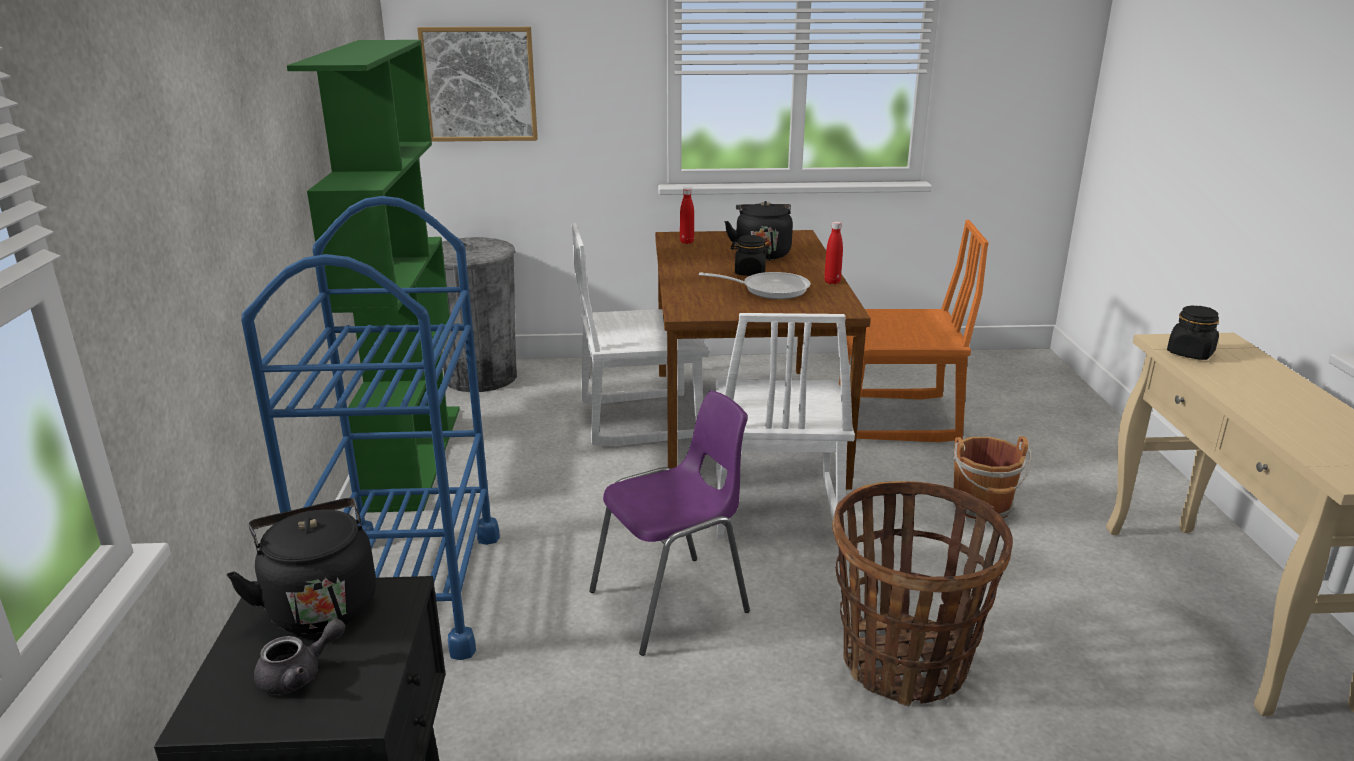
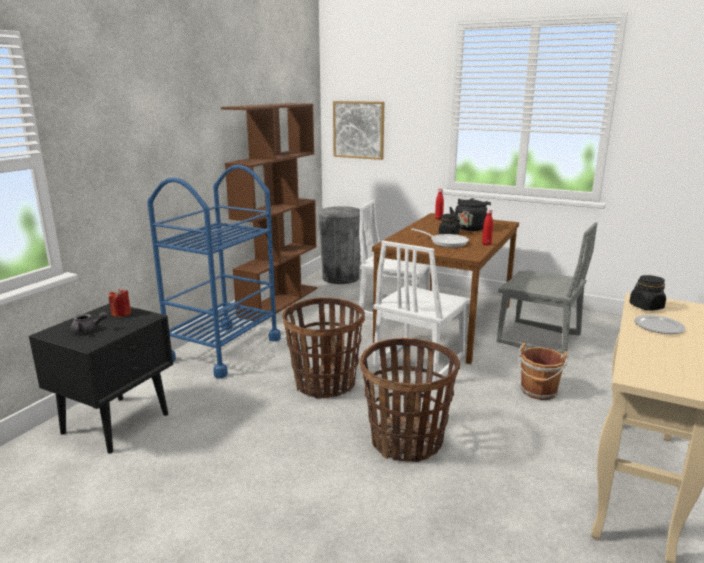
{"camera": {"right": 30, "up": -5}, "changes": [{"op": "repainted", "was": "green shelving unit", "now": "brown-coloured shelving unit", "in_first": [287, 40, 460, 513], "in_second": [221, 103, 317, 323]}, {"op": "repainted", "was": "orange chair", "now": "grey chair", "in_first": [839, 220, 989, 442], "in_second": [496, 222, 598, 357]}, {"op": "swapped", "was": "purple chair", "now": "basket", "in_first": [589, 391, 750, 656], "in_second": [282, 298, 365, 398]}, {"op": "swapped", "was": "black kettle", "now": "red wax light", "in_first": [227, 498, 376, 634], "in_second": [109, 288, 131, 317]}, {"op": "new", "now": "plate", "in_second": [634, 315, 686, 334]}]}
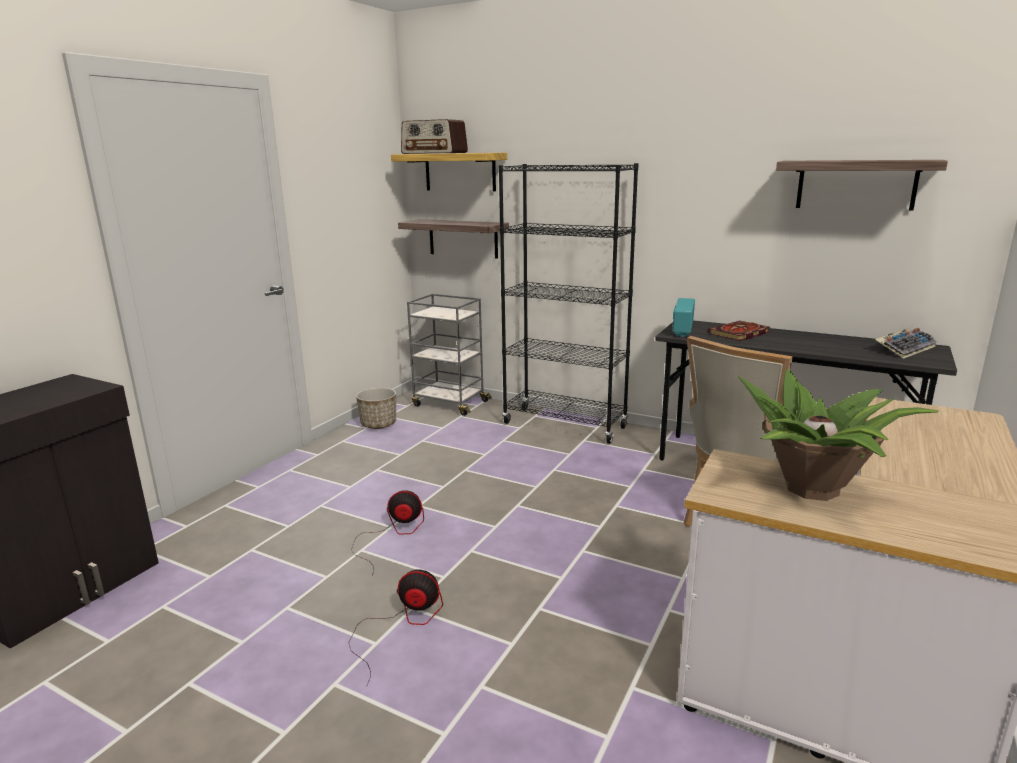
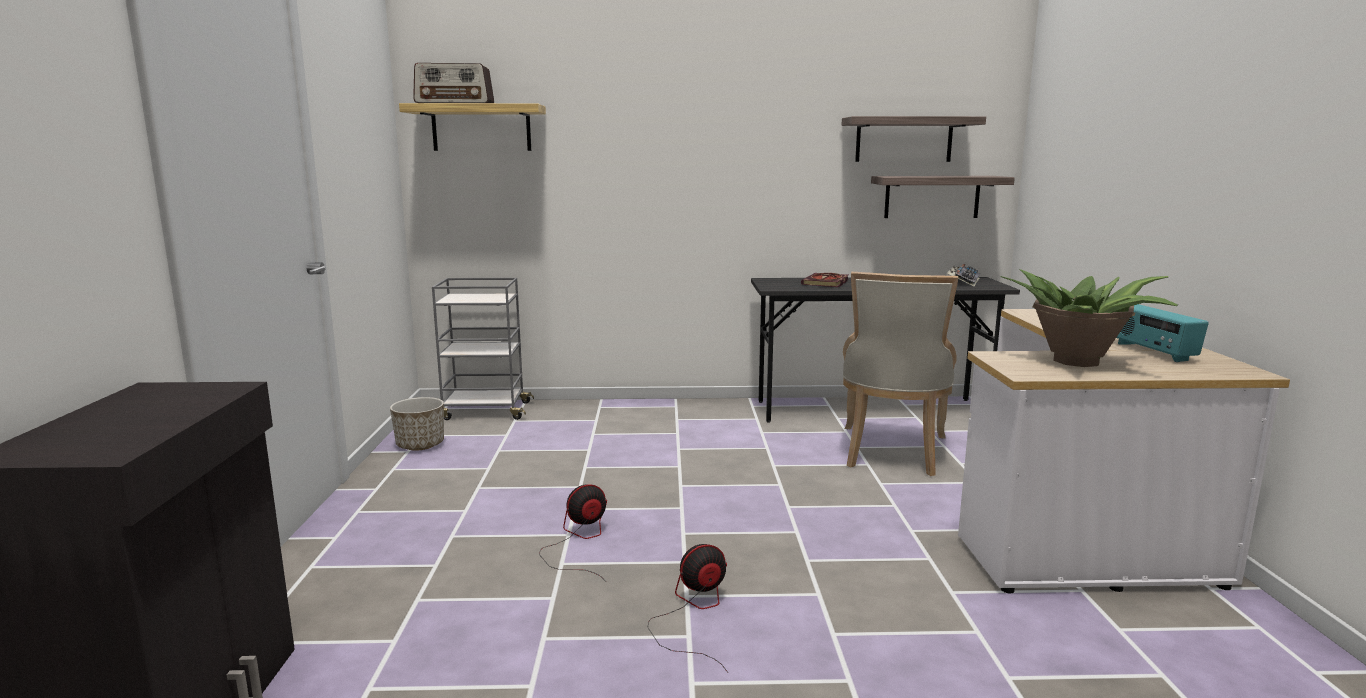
{"camera": {"right": -30, "up": -5}, "changes": [{"op": "gone", "was": "black shelving unit", "in_first": [498, 163, 639, 444]}, {"op": "shifted", "was": "wall shelf", "in_first": [398, 219, 509, 259], "in_second": [871, 176, 1015, 218]}, {"op": "shifted", "was": "radio receiver", "in_first": [672, 298, 695, 337], "in_second": [1116, 304, 1209, 362]}]}
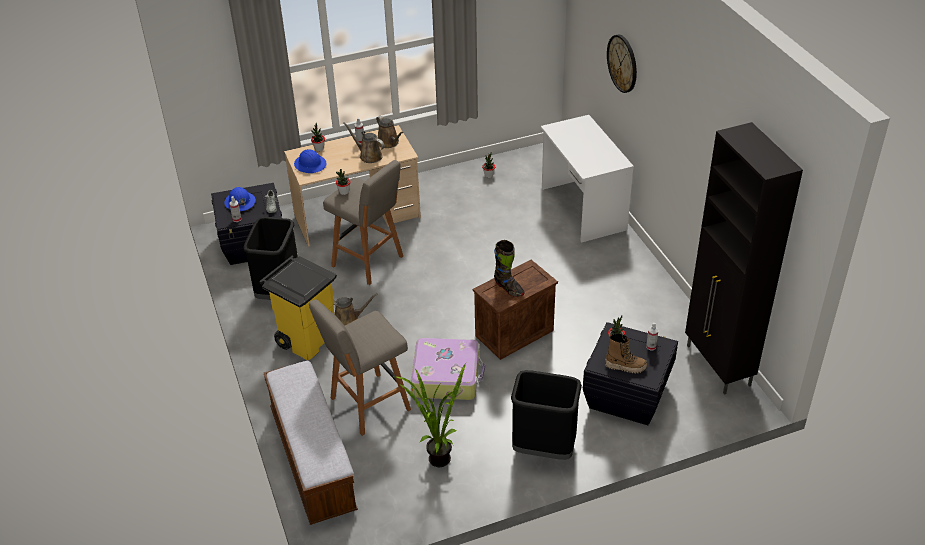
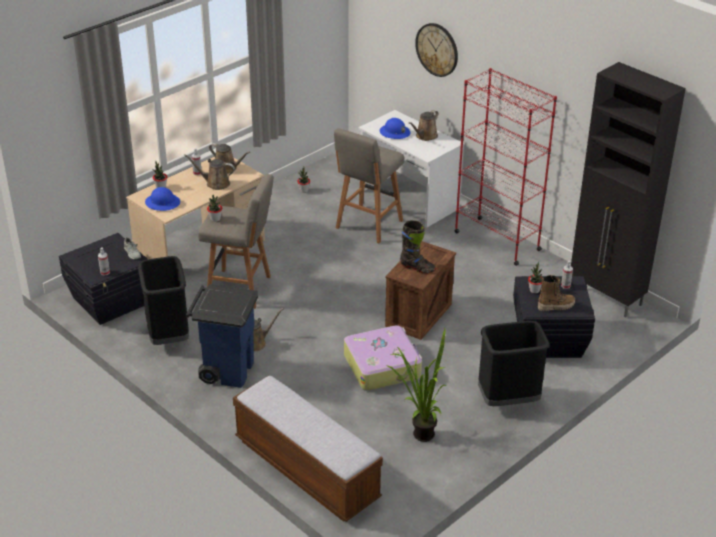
{"camera": {"right": -25, "up": -5}, "changes": [{"op": "shifted", "was": "bluish work helmet", "in_first": [224, 187, 256, 211], "in_second": [380, 118, 411, 139]}, {"op": "repainted", "was": "yellow waste bin", "now": "bluish waste bin", "in_first": [259, 256, 337, 360], "in_second": [186, 284, 258, 388]}, {"op": "shifted", "was": "grey stool seat", "in_first": [309, 299, 411, 436], "in_second": [334, 128, 404, 243]}, {"op": "new", "now": "red shelving unit", "in_second": [455, 68, 557, 266]}, {"op": "new", "now": "brown-coloured watering can", "in_second": [409, 110, 438, 141]}]}
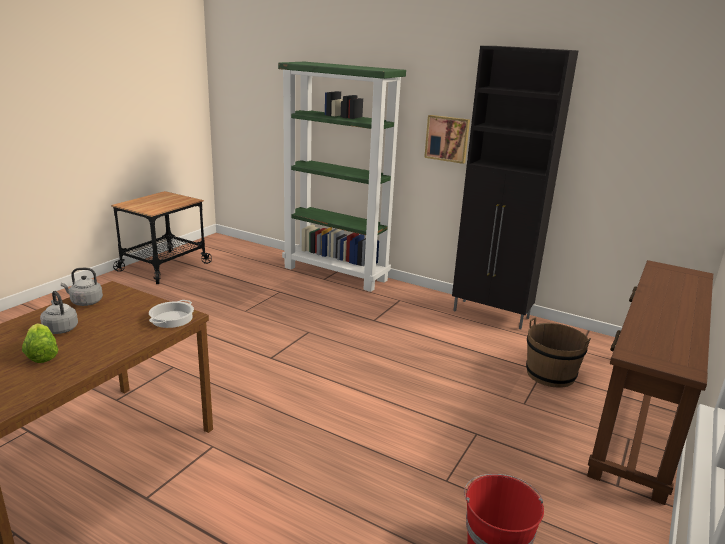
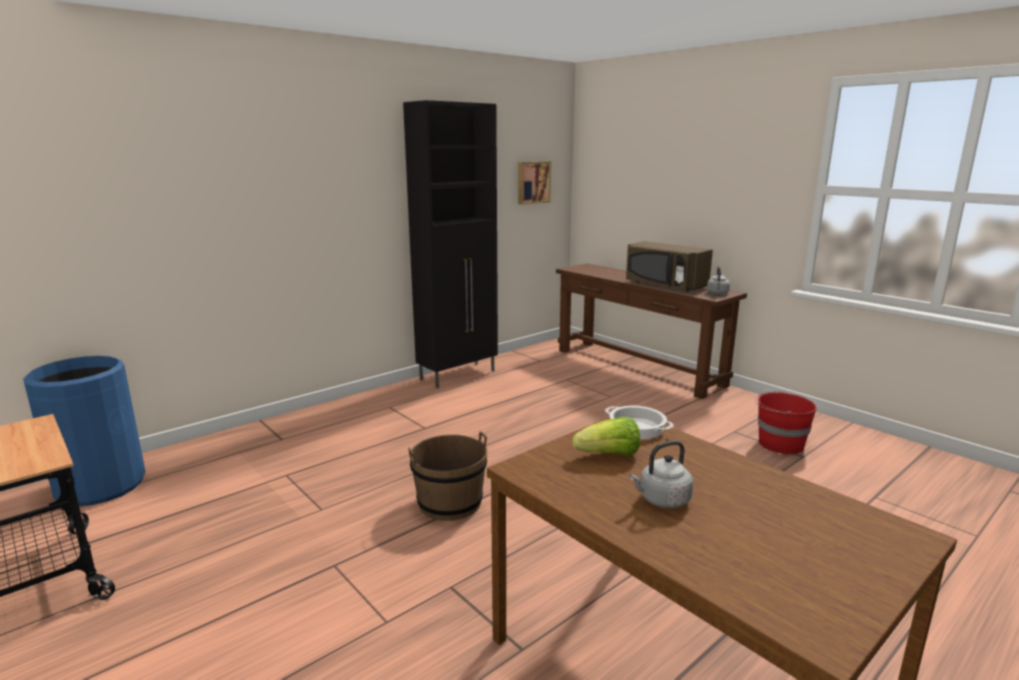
{"camera": {"right": -70, "up": -5}, "changes": [{"op": "gone", "was": "green shelving unit", "in_first": [278, 62, 406, 292]}, {"op": "shifted", "was": "wall picture", "in_first": [424, 115, 470, 164], "in_second": [518, 161, 551, 205]}, {"op": "shifted", "was": "grey kettle", "in_first": [61, 268, 103, 306], "in_second": [707, 266, 730, 294]}, {"op": "shifted", "was": "brown-coloured bucket", "in_first": [526, 317, 591, 388], "in_second": [408, 431, 487, 521]}, {"op": "shifted", "was": "lettuce head", "in_first": [22, 323, 59, 363], "in_second": [572, 417, 640, 456]}, {"op": "new", "now": "brown-coloured microwave oven", "in_second": [626, 241, 713, 291]}, {"op": "new", "now": "bluish waste bin", "in_second": [23, 356, 146, 506]}]}
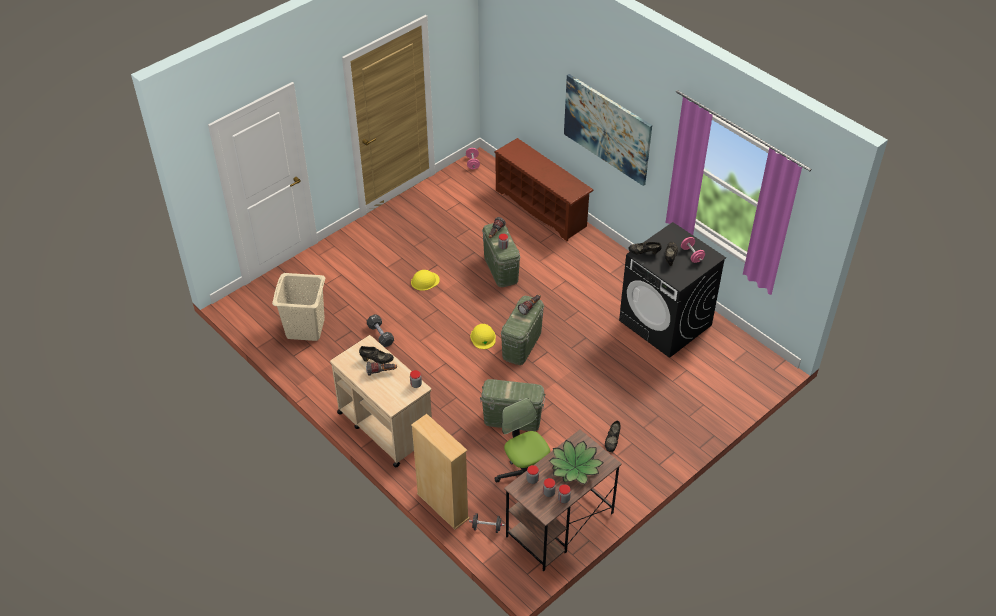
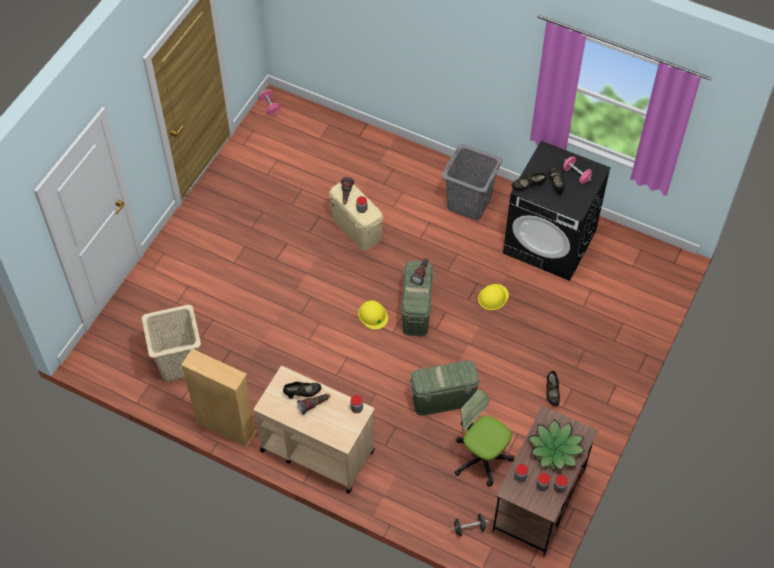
{"camera": {"right": -20, "up": 10}, "changes": [{"op": "gone", "was": "wall picture", "in_first": [564, 74, 652, 186]}, {"op": "gone", "was": "brown-coloured shoe stand", "in_first": [494, 138, 594, 241]}, {"op": "repainted", "was": "green storage box", "now": "beige storage box", "in_first": [482, 223, 520, 287], "in_second": [329, 182, 383, 250]}, {"op": "shifted", "was": "yellow work helmet", "in_first": [411, 270, 440, 291], "in_second": [478, 284, 509, 310]}, {"op": "gone", "was": "black hand weight", "in_first": [367, 314, 394, 347]}, {"op": "shifted", "was": "beige shelving unit", "in_first": [411, 414, 470, 530], "in_second": [181, 349, 257, 447]}, {"op": "new", "now": "grey hamper", "in_second": [442, 144, 503, 220]}]}
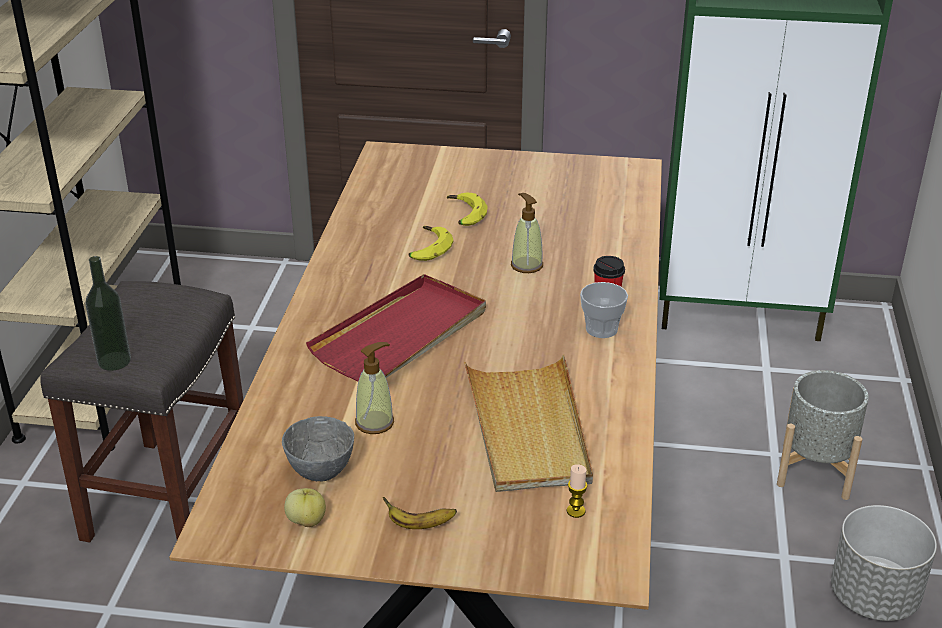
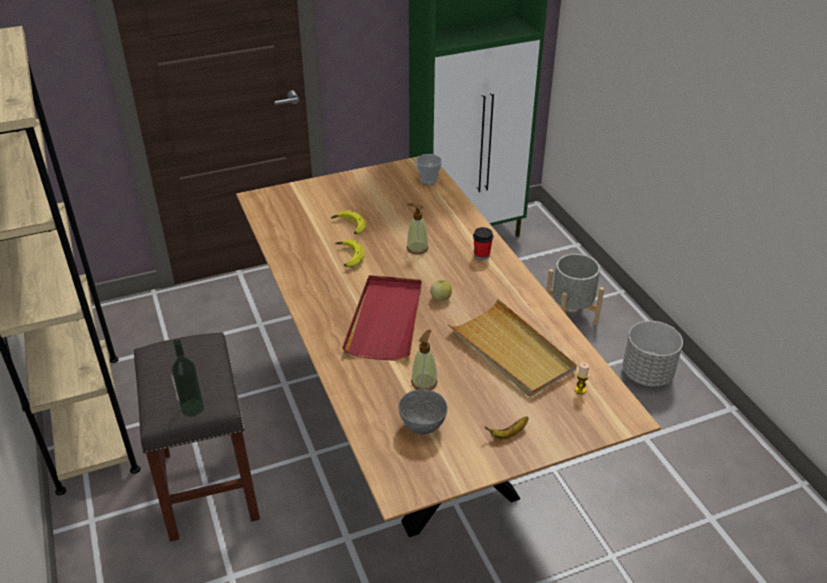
{"camera": {"right": -30, "up": 5}, "changes": [{"op": "shifted", "was": "drinking cup", "in_first": [580, 282, 628, 338], "in_second": [416, 154, 442, 185]}, {"op": "shifted", "was": "apple", "in_first": [284, 488, 326, 527], "in_second": [430, 280, 452, 300]}]}
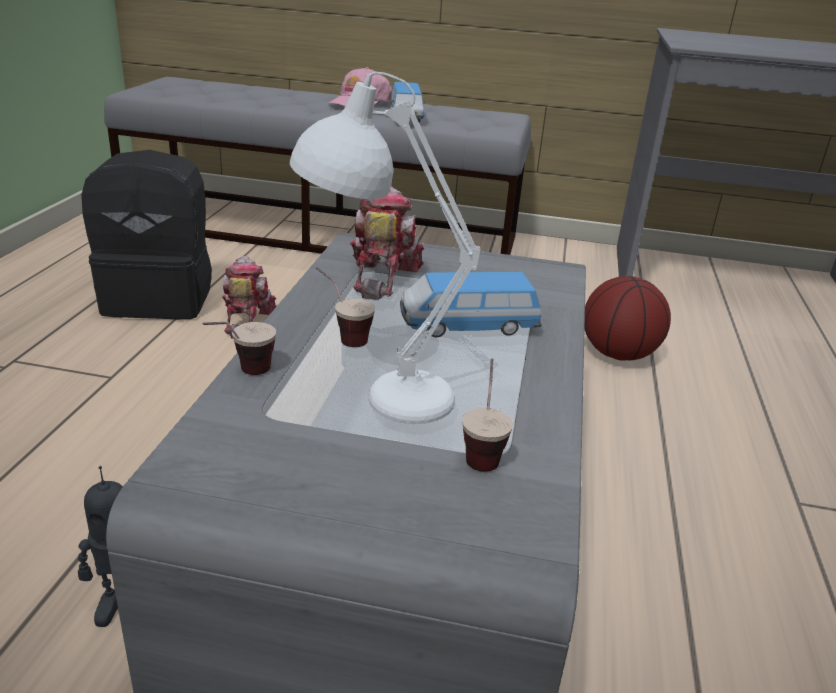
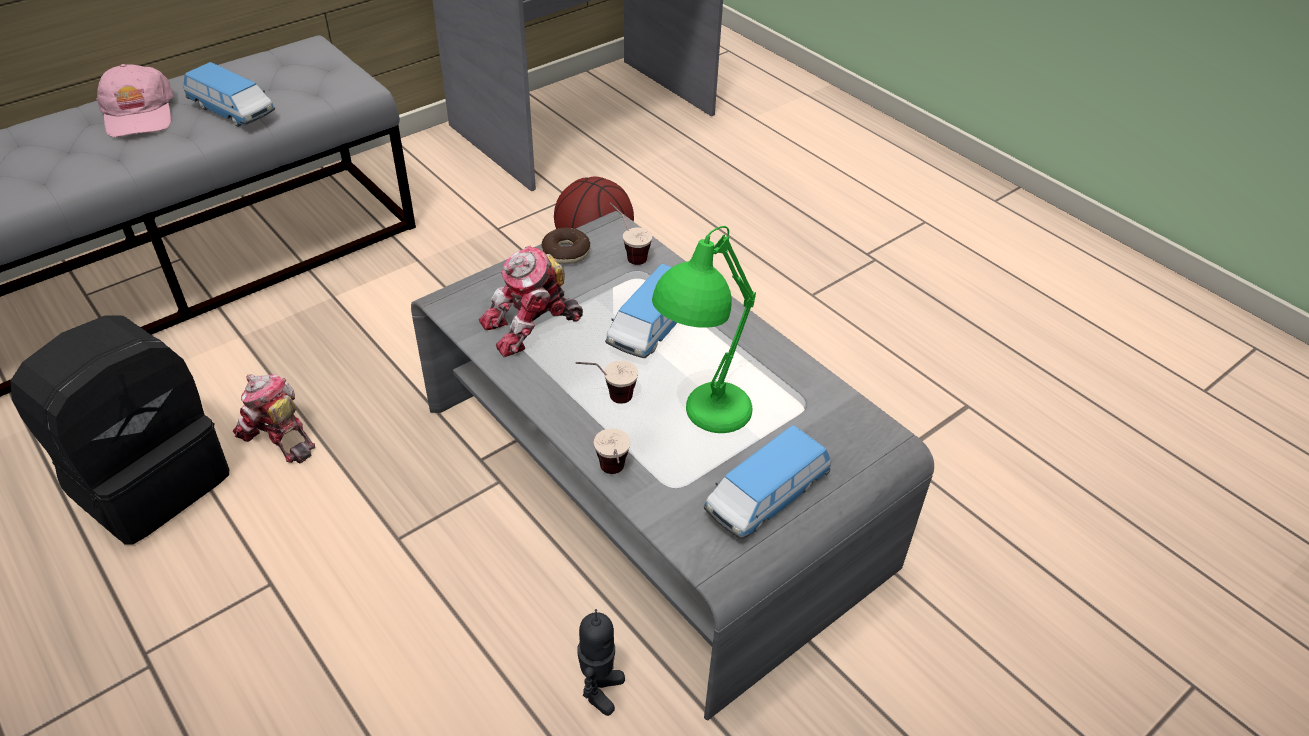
{"camera": {"right": -50, "up": 15}, "changes": [{"op": "repainted", "was": "white table lamp", "now": "green table lamp", "in_first": [290, 72, 480, 424], "in_second": [652, 226, 756, 433]}, {"op": "rotated", "was": "model robot", "in_first": [350, 186, 424, 300], "in_second": [479, 245, 583, 357], "clockwise": -75}, {"op": "shifted", "was": "drinking cup", "in_first": [462, 358, 513, 472], "in_second": [610, 203, 652, 265]}, {"op": "new", "now": "donut", "in_second": [541, 228, 590, 264]}, {"op": "new", "now": "toy car", "in_second": [704, 425, 831, 539]}]}
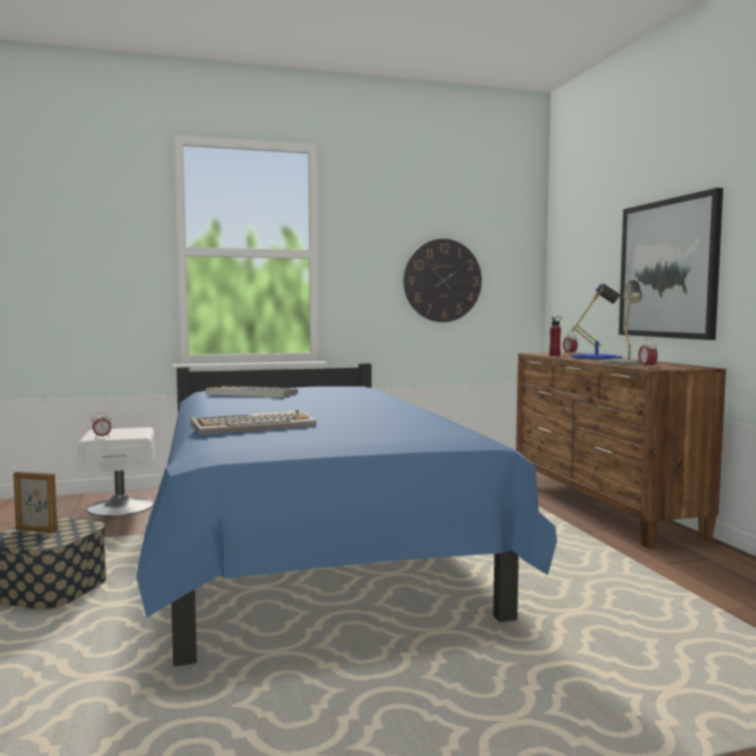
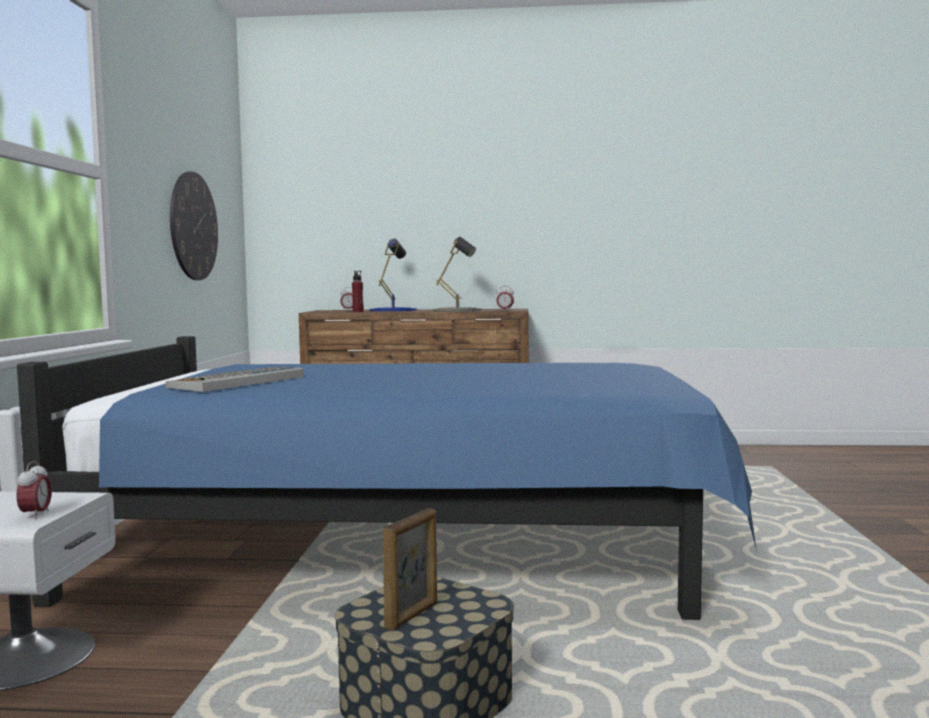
{"camera": {"right": -70, "up": 0}, "changes": [{"op": "gone", "was": "wall picture", "in_first": [619, 188, 723, 340]}, {"op": "gone", "was": "computer keyboard", "in_first": [191, 411, 316, 435]}]}
